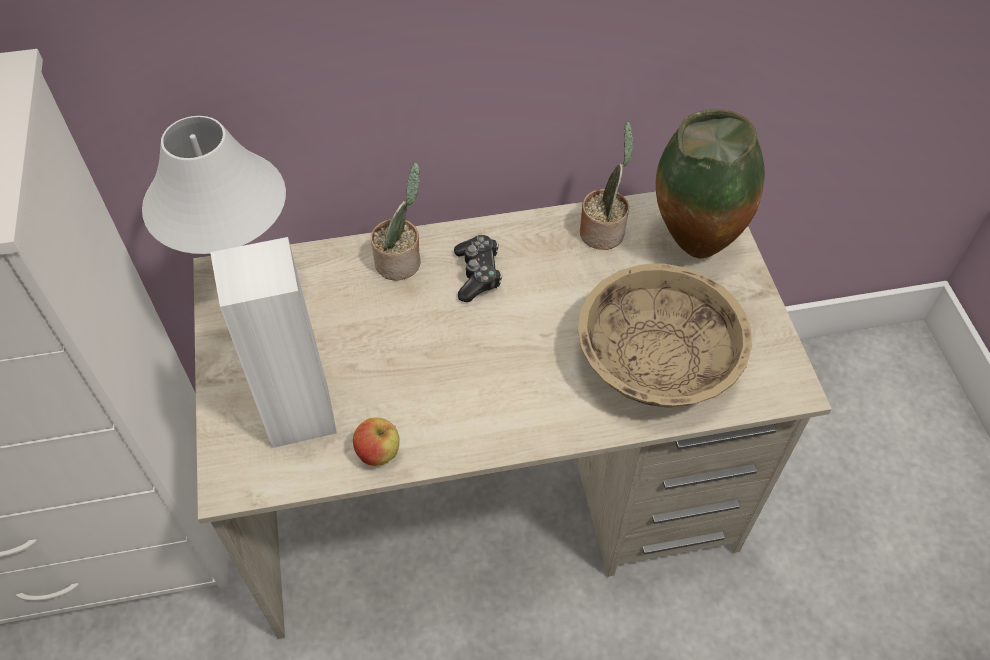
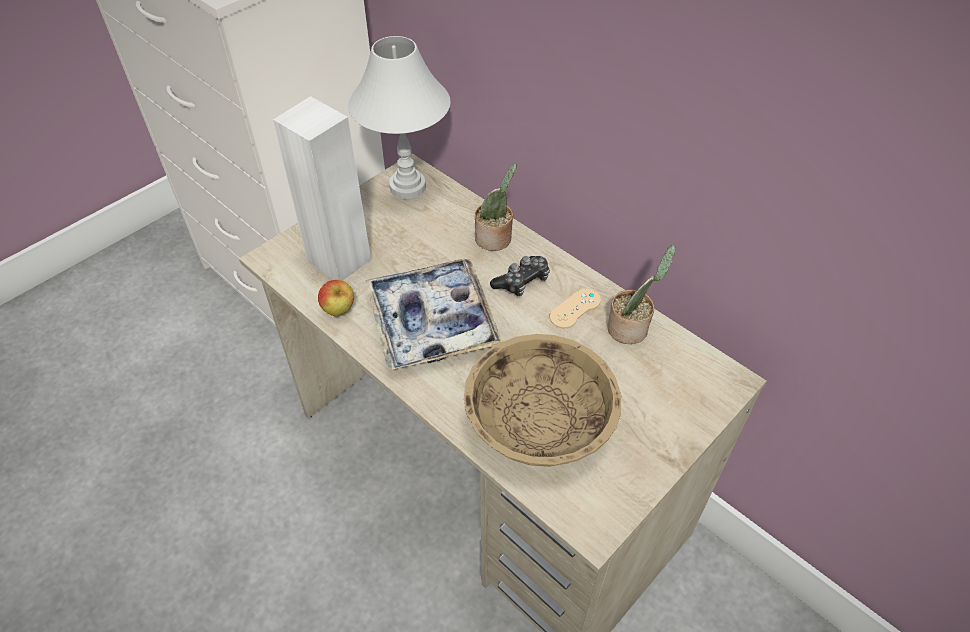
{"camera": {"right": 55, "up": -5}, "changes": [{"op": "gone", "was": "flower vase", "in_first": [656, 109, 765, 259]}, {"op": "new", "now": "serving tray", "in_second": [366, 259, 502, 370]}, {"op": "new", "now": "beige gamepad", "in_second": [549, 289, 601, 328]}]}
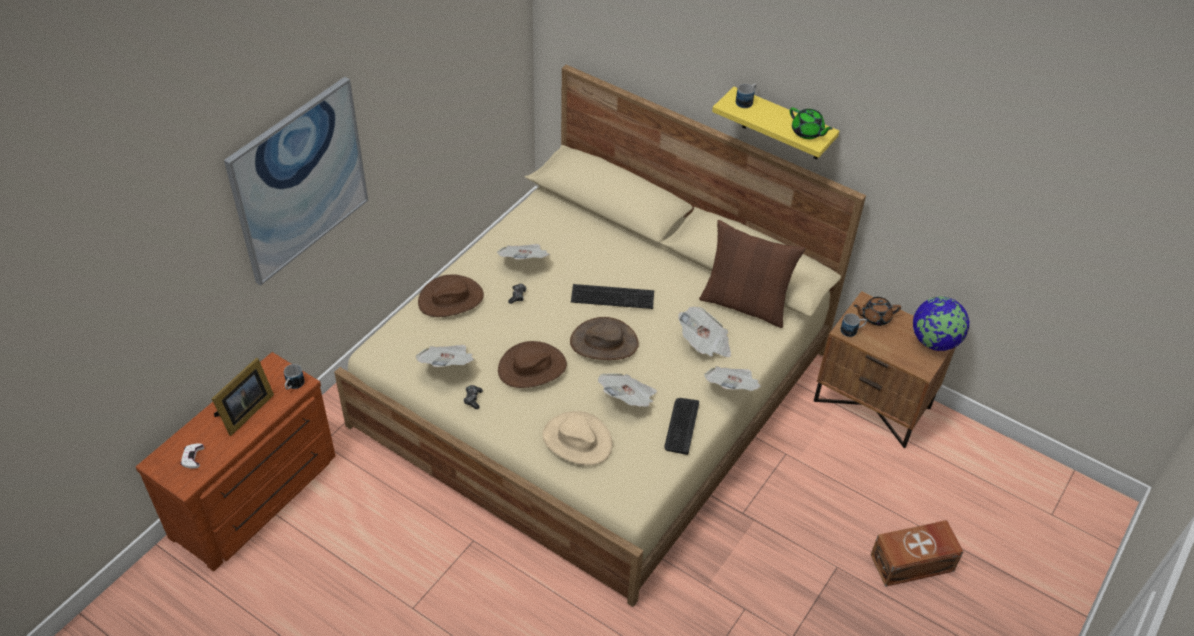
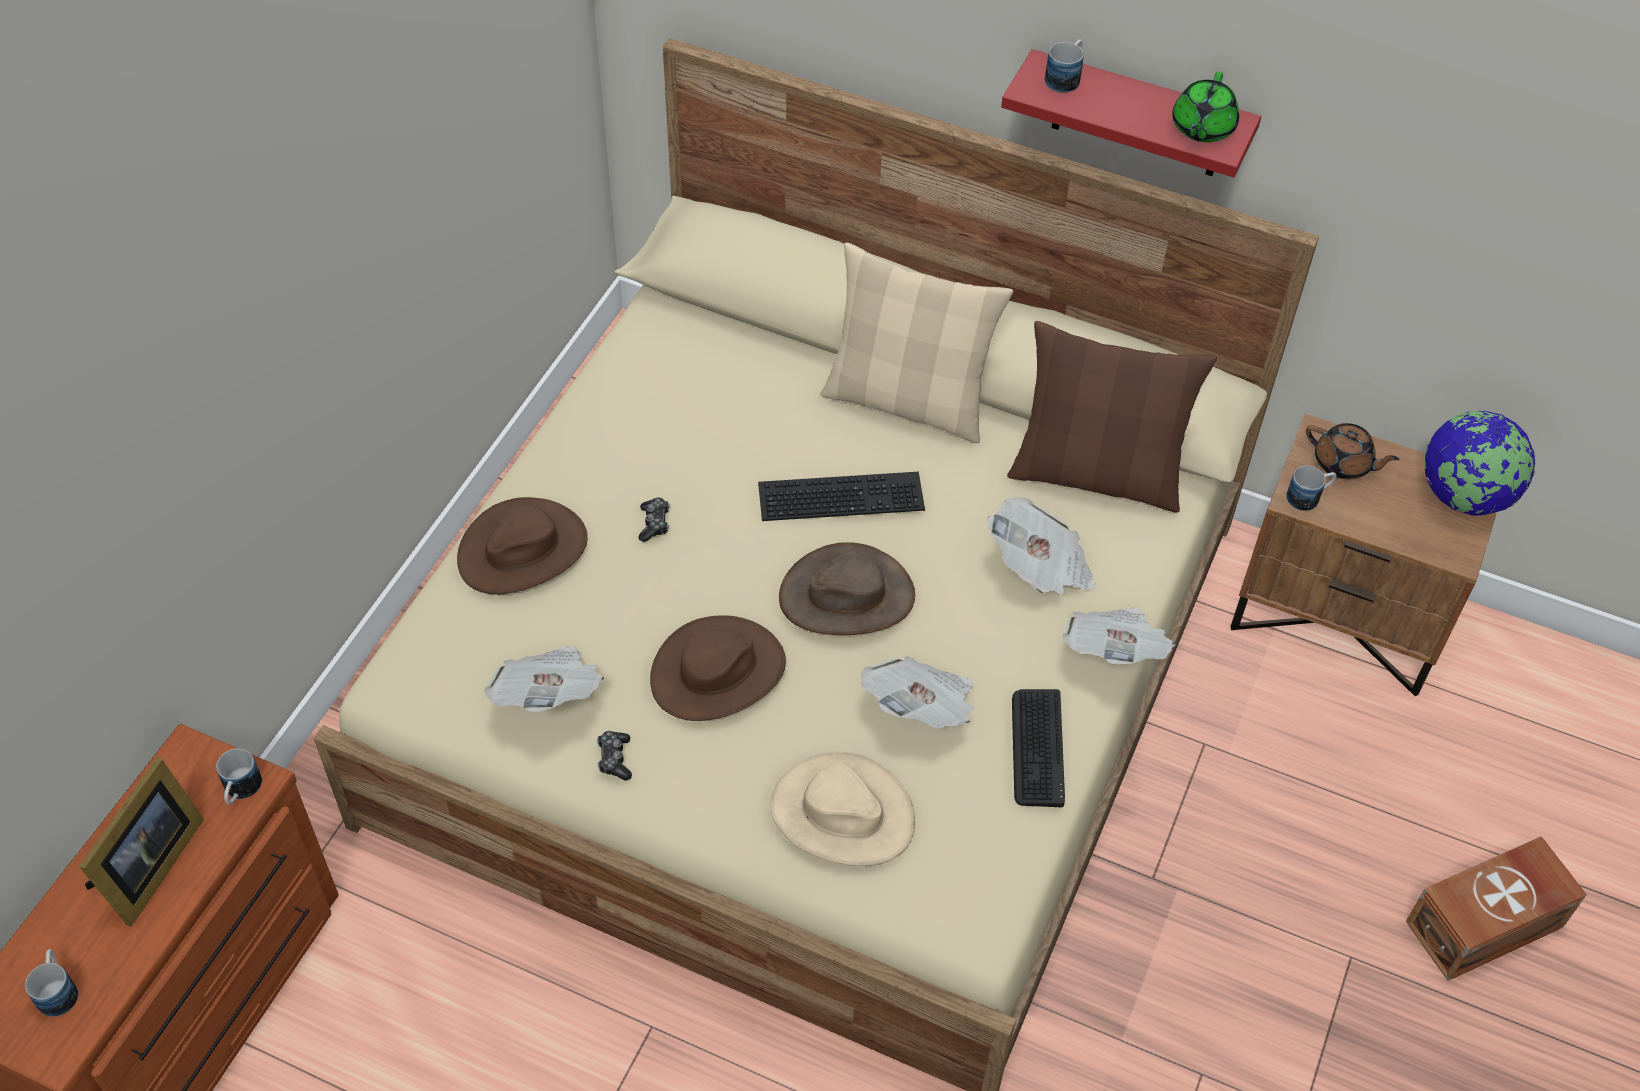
{"camera": {"right": -10, "up": 5}, "changes": [{"op": "gone", "was": "wall picture", "in_first": [224, 77, 368, 285]}, {"op": "repainted", "was": "yellow wall shelf", "now": "red wall shelf", "in_first": [712, 87, 839, 160], "in_second": [1001, 49, 1261, 178]}, {"op": "rotated", "was": "green teapot", "in_first": [790, 108, 833, 139], "in_second": [1172, 72, 1239, 142], "clockwise": 75}, {"op": "gone", "was": "daily paper", "in_first": [497, 244, 550, 260]}, {"op": "rotated", "was": "brown-coloured teapot", "in_first": [854, 297, 901, 326], "in_second": [1306, 423, 1399, 479], "clockwise": -135}, {"op": "swapped", "was": "white gamepad", "now": "coffee mug", "in_first": [180, 444, 204, 469], "in_second": [25, 949, 78, 1017]}, {"op": "new", "now": "beige throw pillow", "in_second": [820, 243, 1013, 443]}]}
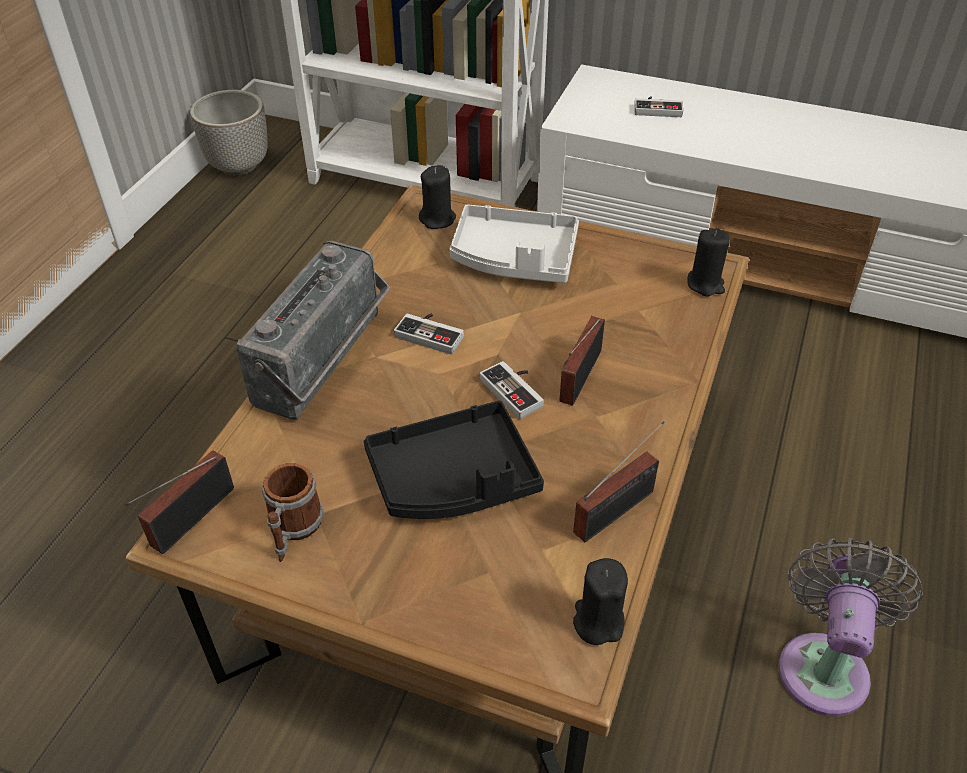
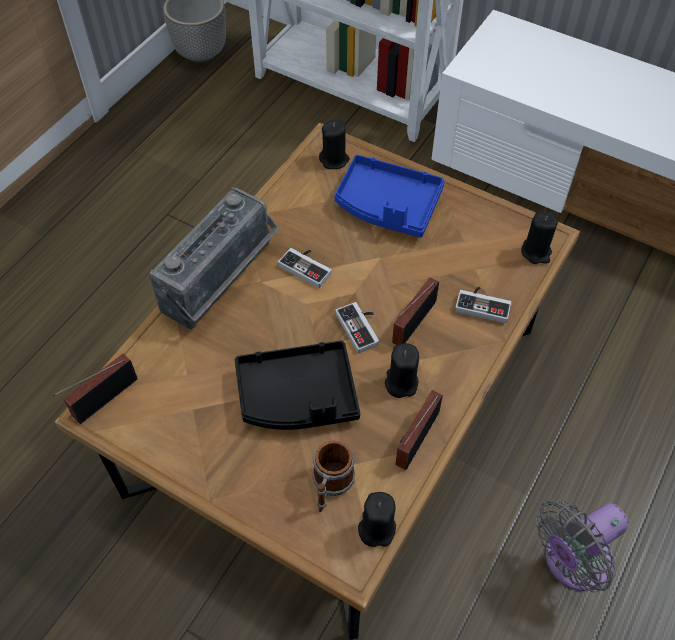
{"camera": {"right": 10, "up": 10}, "changes": [{"op": "shifted", "was": "gamepad", "in_first": [634, 96, 683, 117], "in_second": [455, 287, 512, 323]}, {"op": "repainted", "was": "grey serving tray", "now": "bluish serving tray", "in_first": [450, 204, 579, 283], "in_second": [335, 155, 445, 238]}, {"op": "rotated", "was": "radio receiver", "in_first": [573, 421, 665, 542], "in_second": [395, 390, 443, 470], "clockwise": 150}, {"op": "shifted", "was": "coffee mug", "in_first": [262, 463, 324, 562], "in_second": [312, 440, 355, 512]}, {"op": "rotated", "was": "grey electric fan", "in_first": [779, 538, 923, 717], "in_second": [536, 500, 629, 592], "clockwise": -150}, {"op": "new", "now": "black wax light", "in_second": [385, 343, 419, 398]}]}
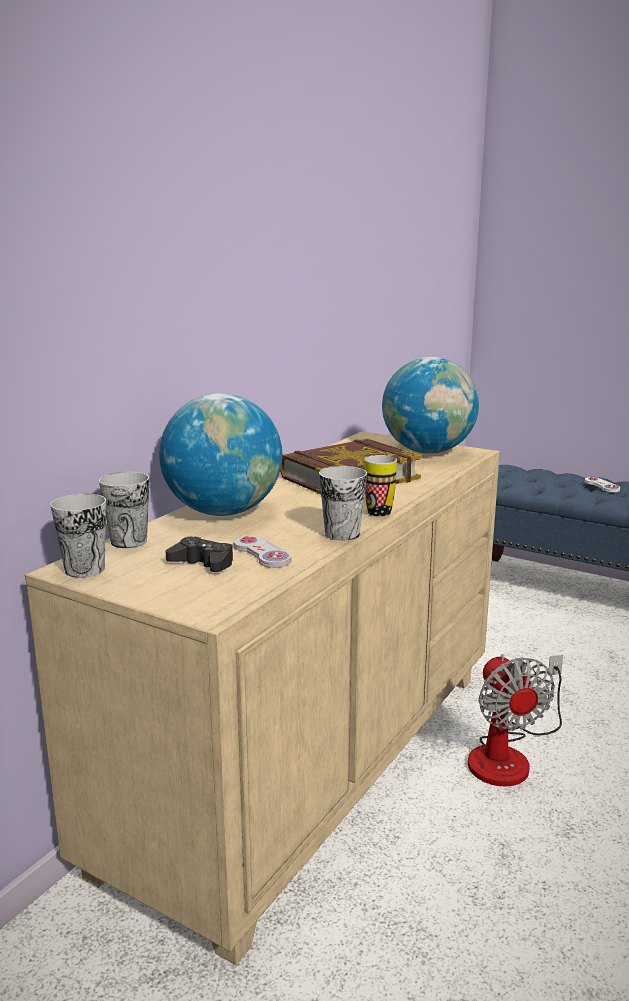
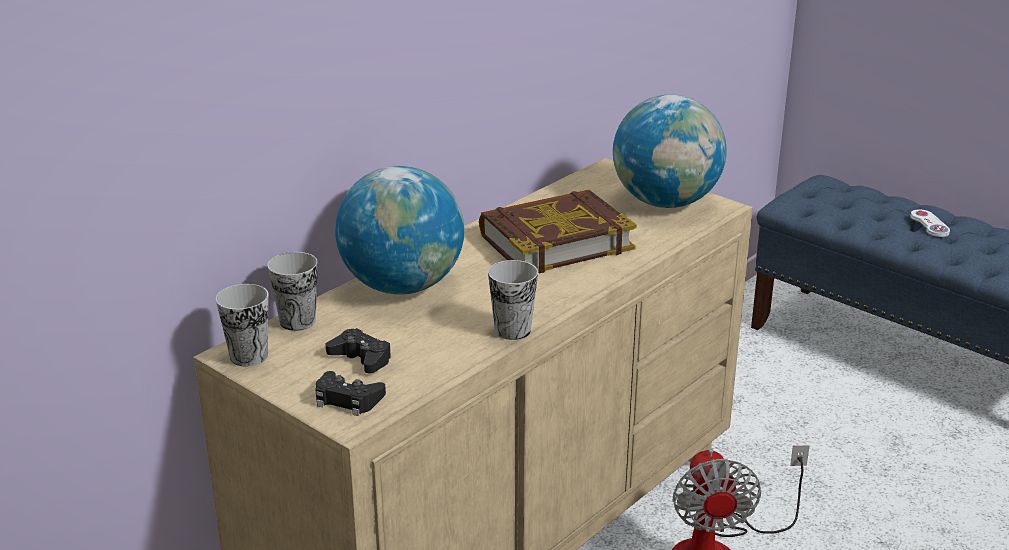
{"camera": {"right": 10, "up": 10}, "changes": [{"op": "gone", "was": "coffee mug", "in_first": [364, 455, 397, 517]}, {"op": "gone", "was": "white gamepad", "in_first": [233, 535, 291, 568]}, {"op": "new", "now": "black gamepad", "in_second": [315, 371, 386, 416]}]}
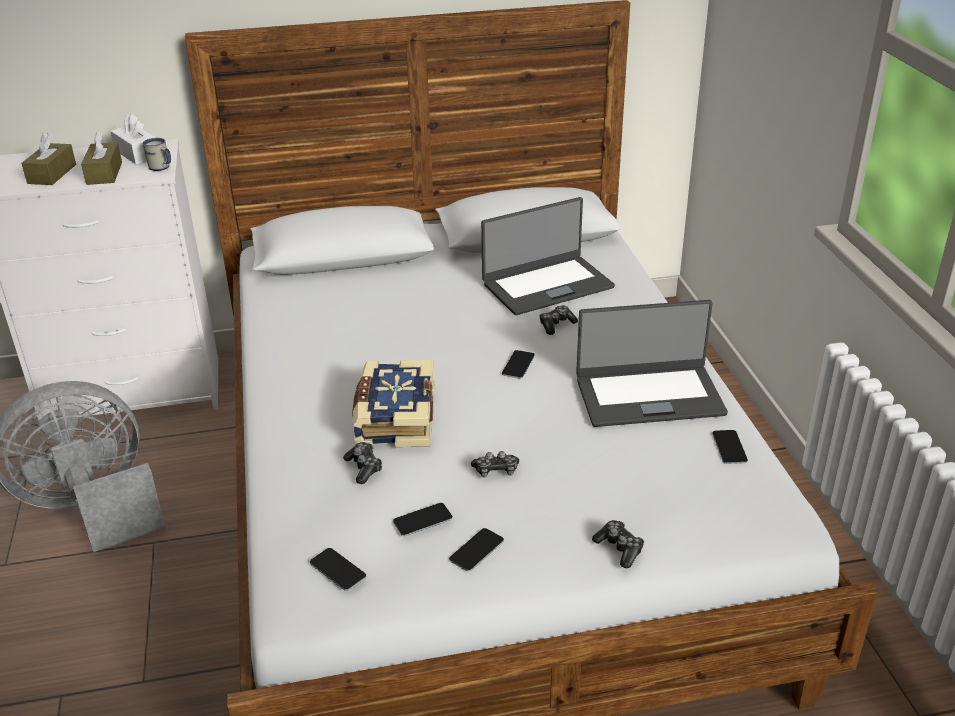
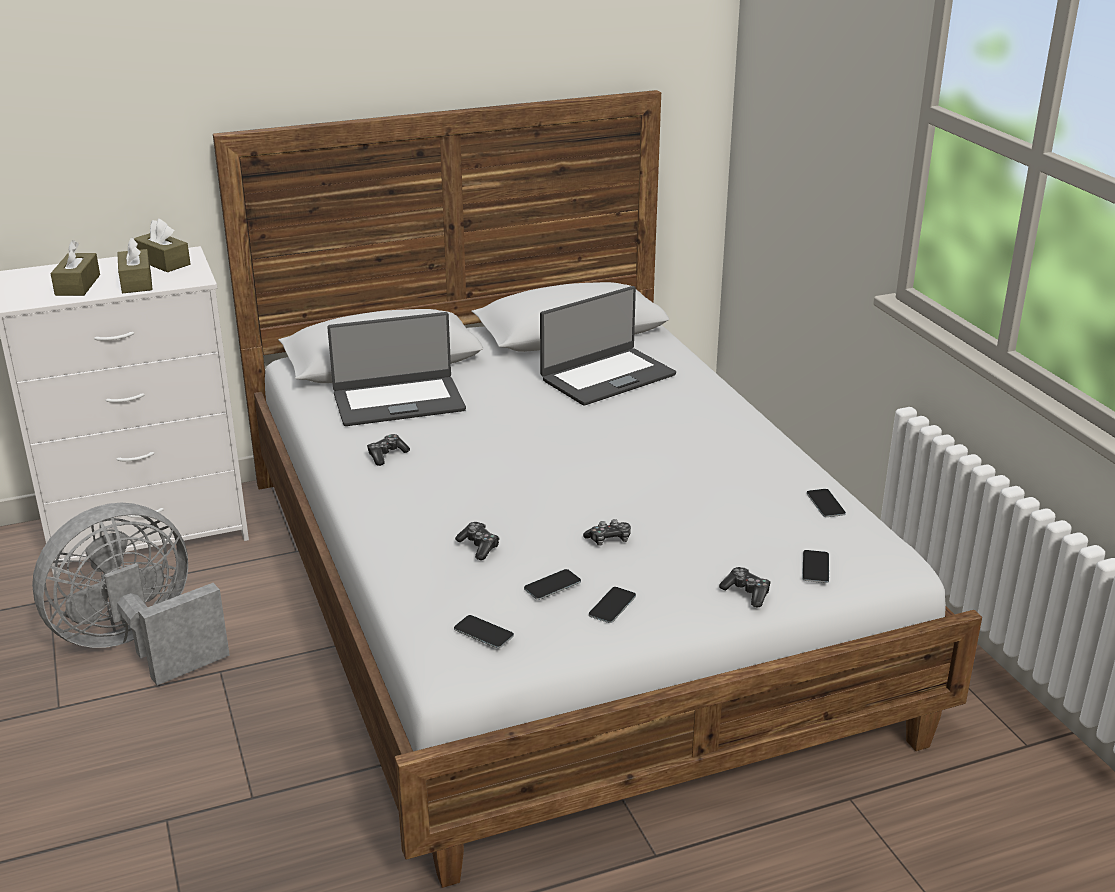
{"camera": {"right": -10, "up": -5}, "changes": [{"op": "repainted", "was": "white box of tissues", "now": "brown-coloured box of tissues", "in_first": [110, 113, 156, 165], "in_second": [134, 218, 190, 272]}, {"op": "gone", "was": "white coffee mug", "in_first": [143, 138, 171, 171]}, {"op": "shifted", "was": "portable computer", "in_first": [576, 300, 728, 427], "in_second": [327, 312, 466, 426]}, {"op": "shifted", "was": "gamepad", "in_first": [540, 306, 578, 335], "in_second": [367, 434, 410, 466]}, {"op": "shifted", "was": "phone", "in_first": [502, 350, 535, 379], "in_second": [802, 550, 829, 583]}, {"op": "gone", "was": "volume", "in_first": [352, 360, 434, 447]}]}
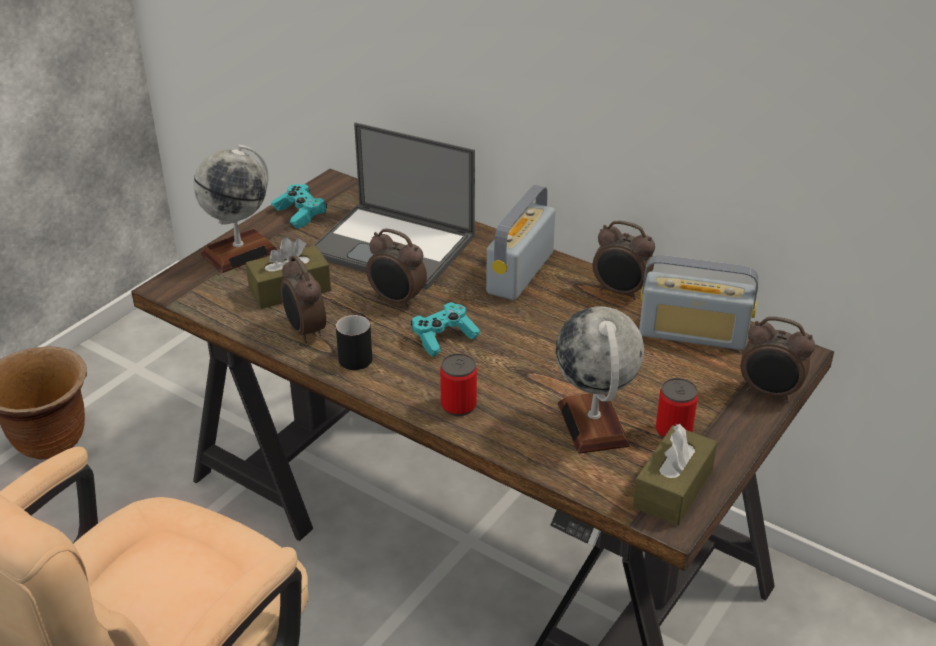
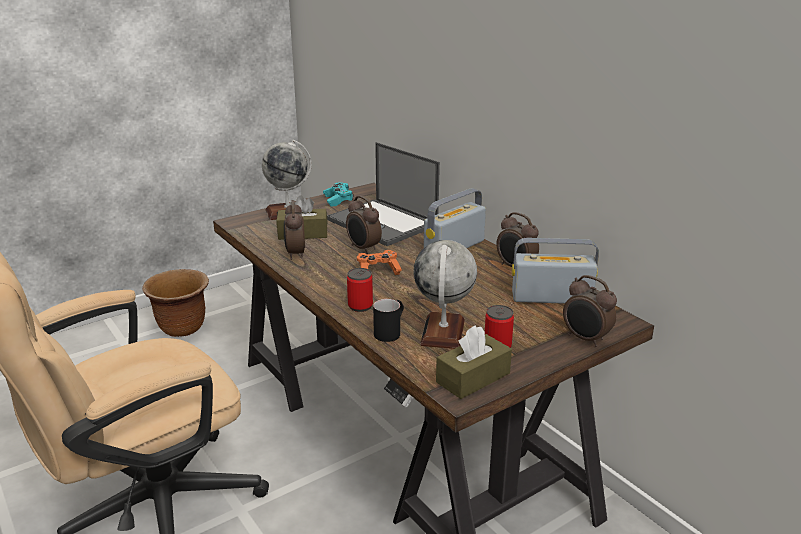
{"camera": {"right": 20, "up": -10}, "changes": [{"op": "rotated", "was": "radio receiver", "in_first": [639, 255, 758, 350], "in_second": [512, 238, 599, 304], "clockwise": 150}, {"op": "repainted", "was": "blue-green gamepad", "now": "orange gamepad", "in_first": [411, 302, 480, 357], "in_second": [357, 250, 402, 275]}, {"op": "shifted", "was": "black coffee mug", "in_first": [336, 313, 372, 370], "in_second": [373, 299, 404, 342]}]}
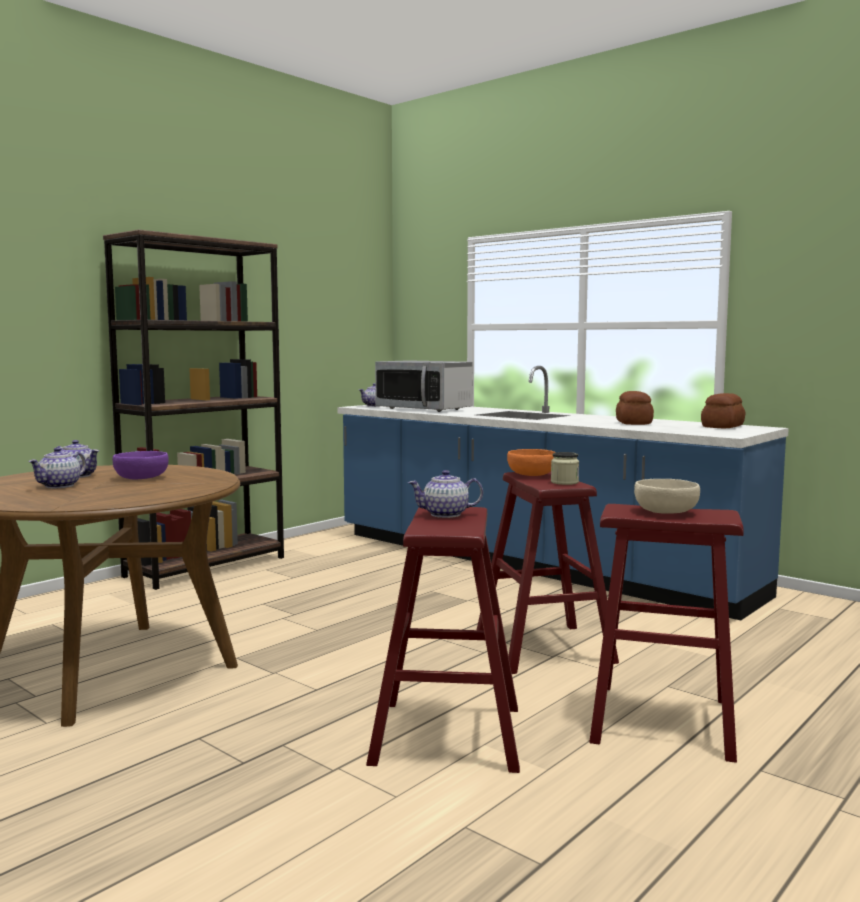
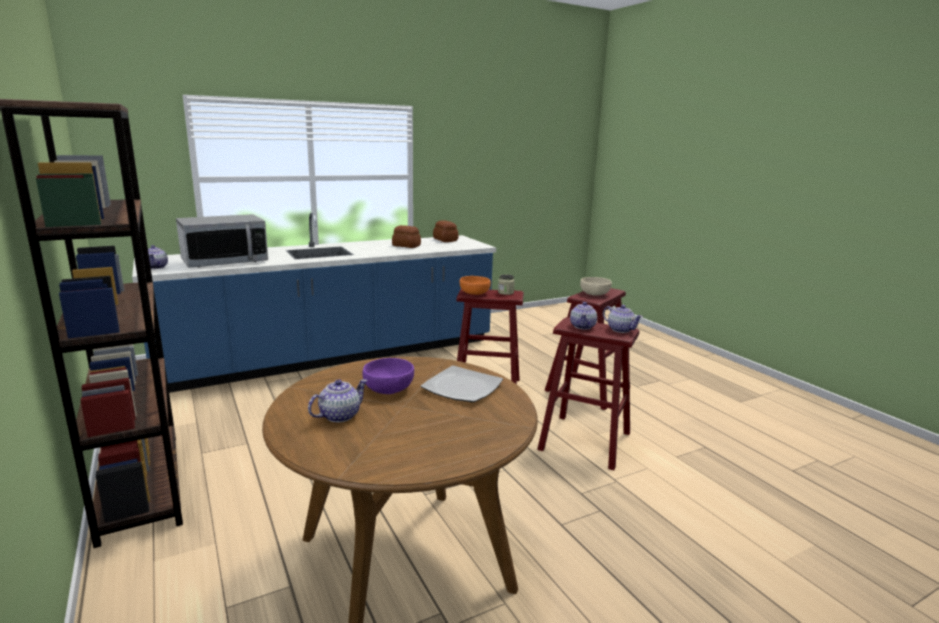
{"camera": {"right": -70, "up": 10}, "changes": [{"op": "shifted", "was": "teapot", "in_first": [28, 447, 86, 488], "in_second": [603, 305, 643, 333]}, {"op": "new", "now": "plate", "in_second": [421, 366, 503, 402]}]}
